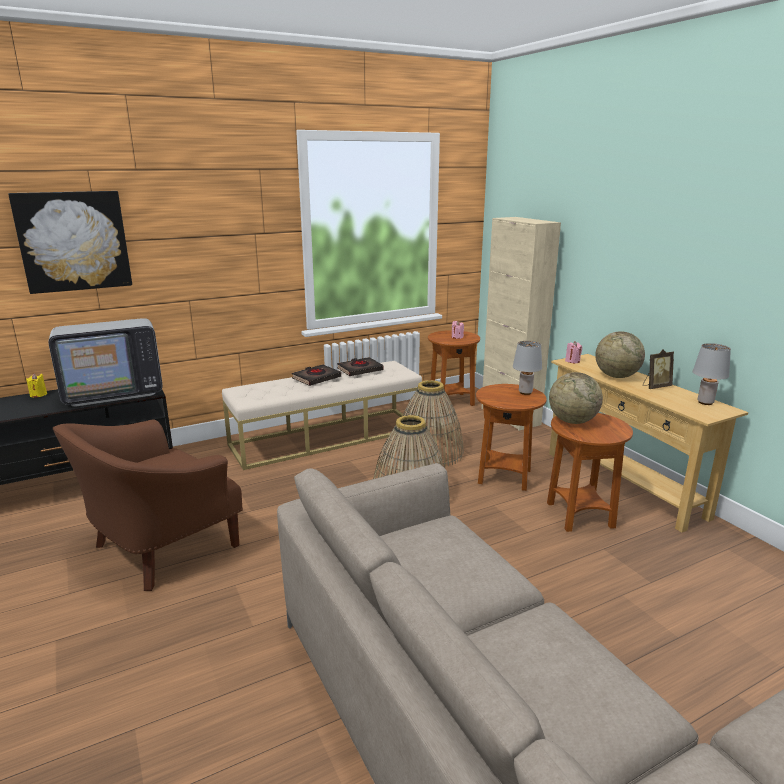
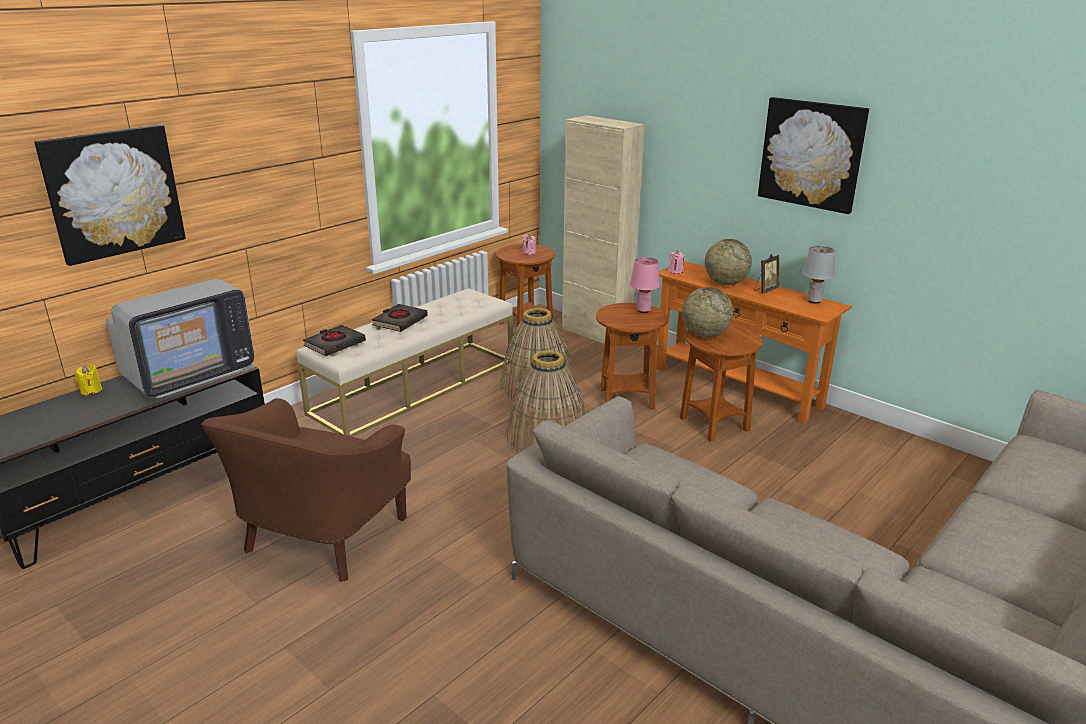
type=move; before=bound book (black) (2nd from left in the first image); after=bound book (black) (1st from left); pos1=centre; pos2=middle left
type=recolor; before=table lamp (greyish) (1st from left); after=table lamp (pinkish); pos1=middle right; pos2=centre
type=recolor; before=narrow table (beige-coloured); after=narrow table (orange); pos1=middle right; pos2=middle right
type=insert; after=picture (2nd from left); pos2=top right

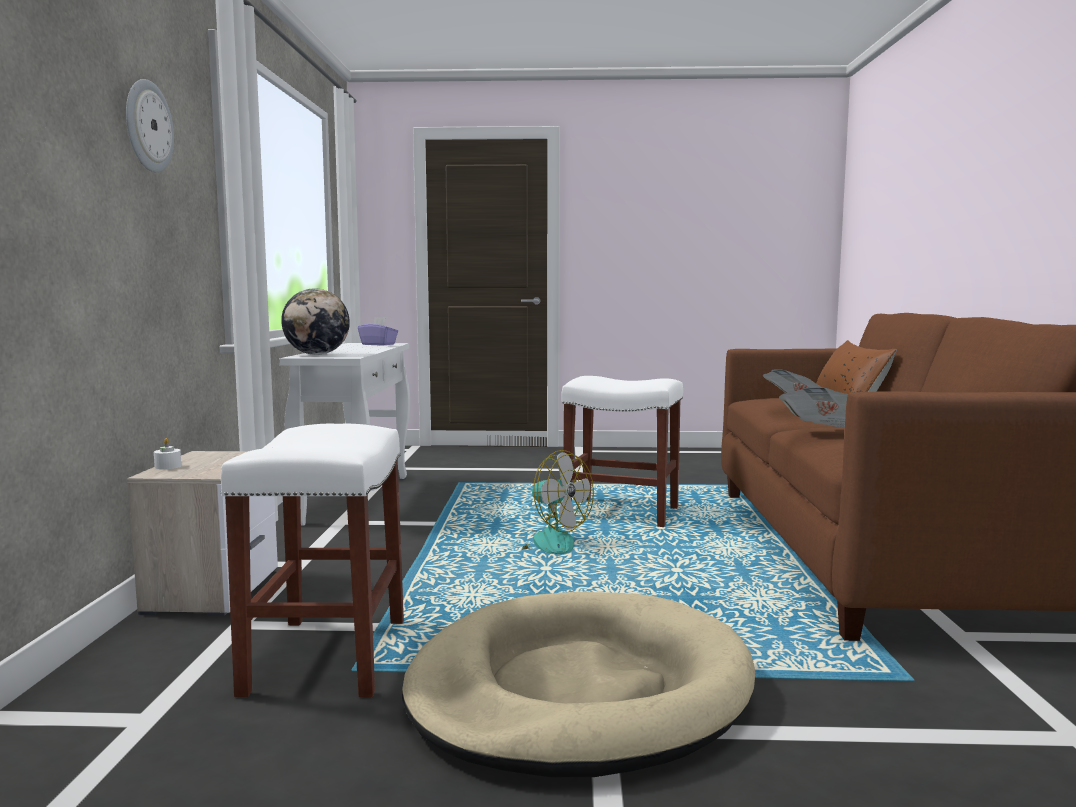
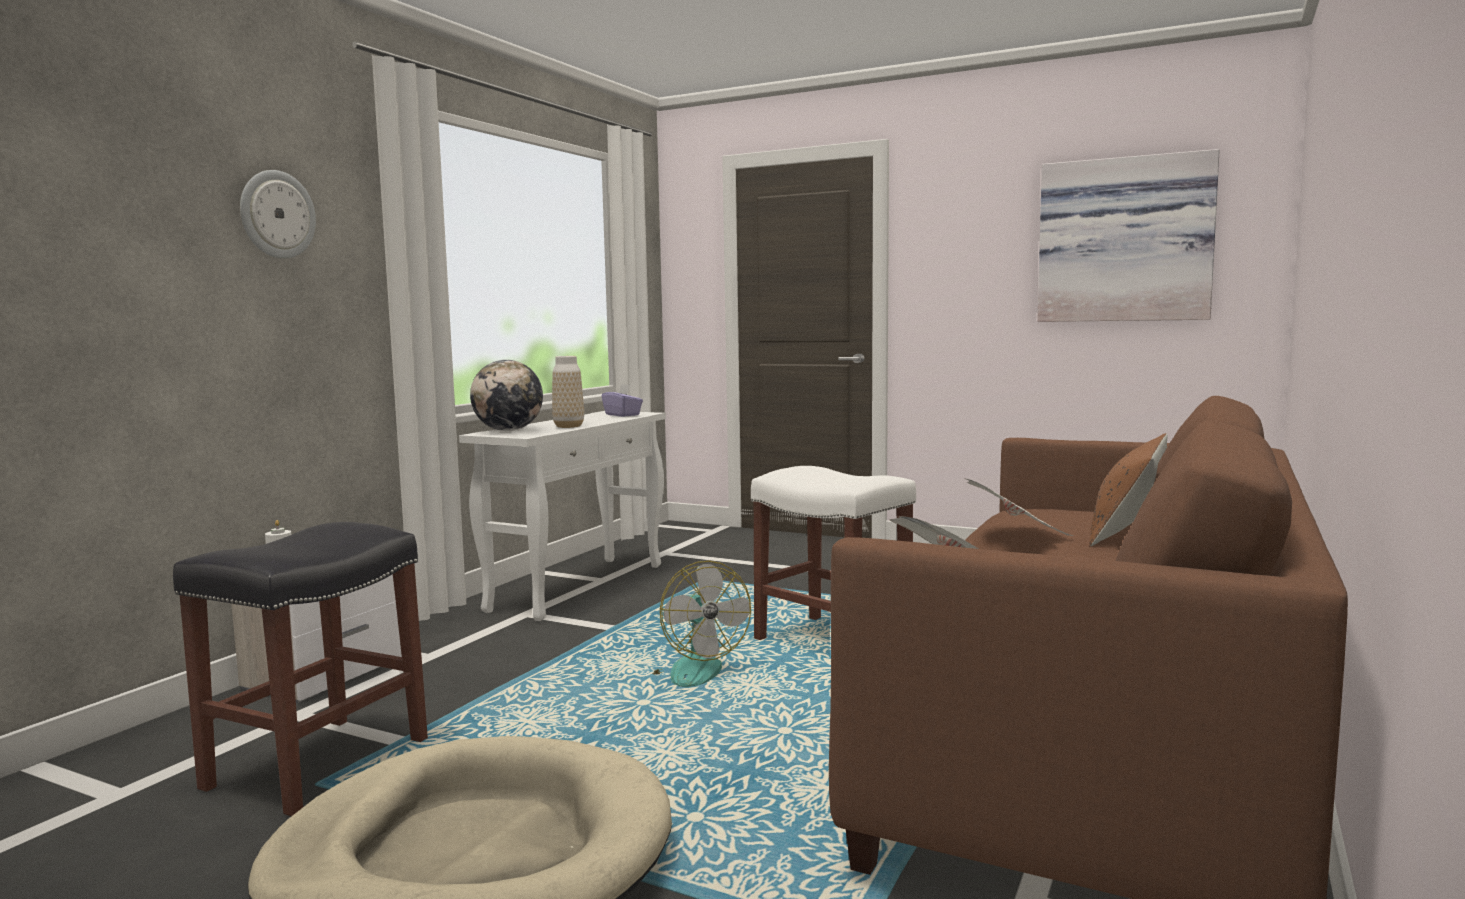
type=recolor; before=stool (white) (1st from left); after=stool (black); pos1=bottom left; pos2=bottom left
type=insert; after=vase; pos2=centre
type=insert; after=picture; pos2=top right

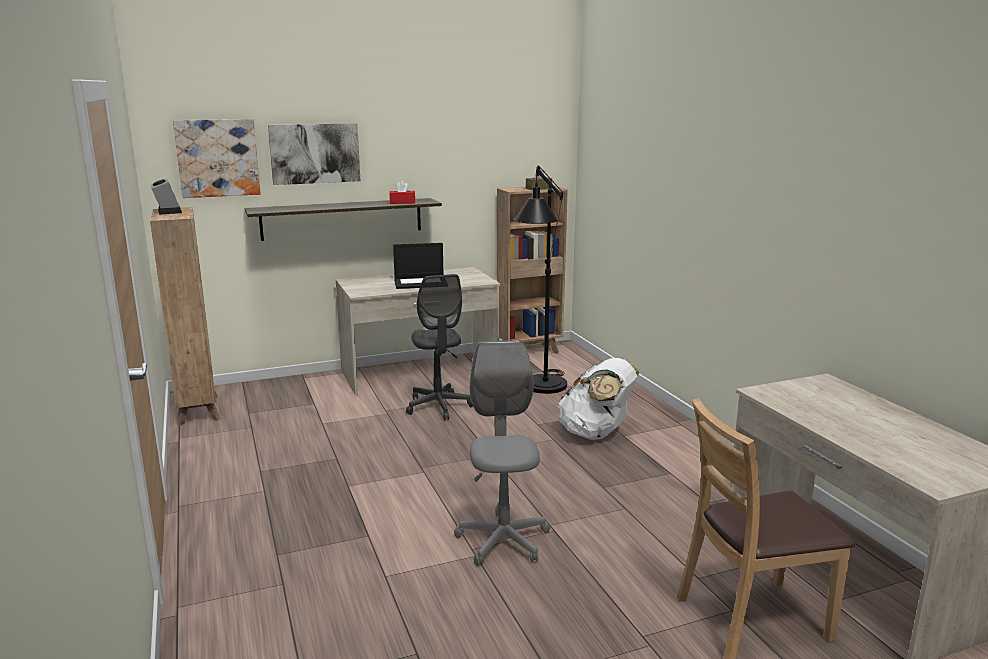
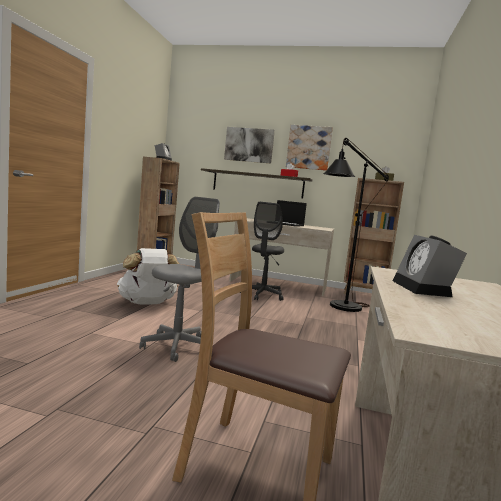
type=move; before=rucksack (white); pos1=centre; pos2=middle left
type=move; before=picture (1st from left in the first image); after=picture (2nd from left); pos1=top left; pos2=top centre
type=insert; after=table clock (2nd from left); pos2=middle right

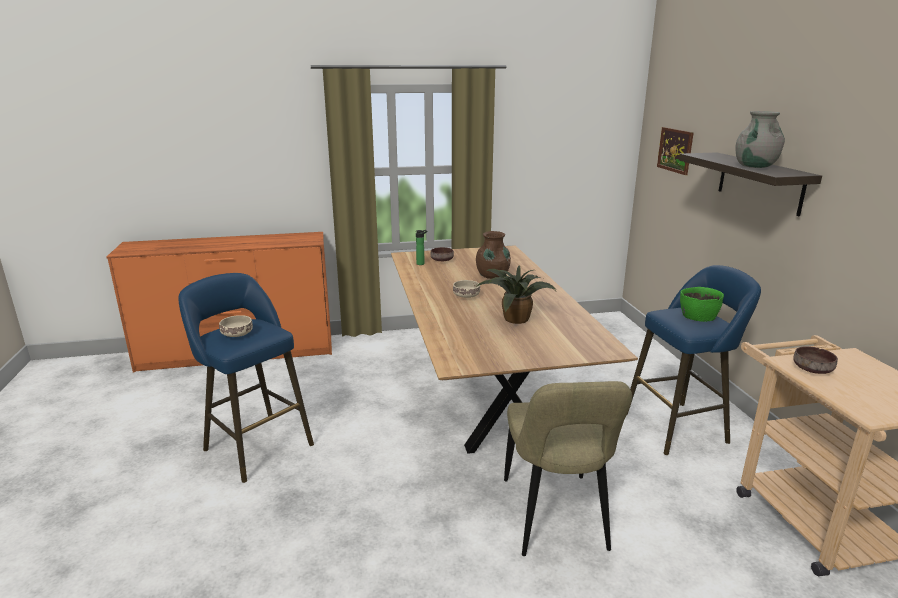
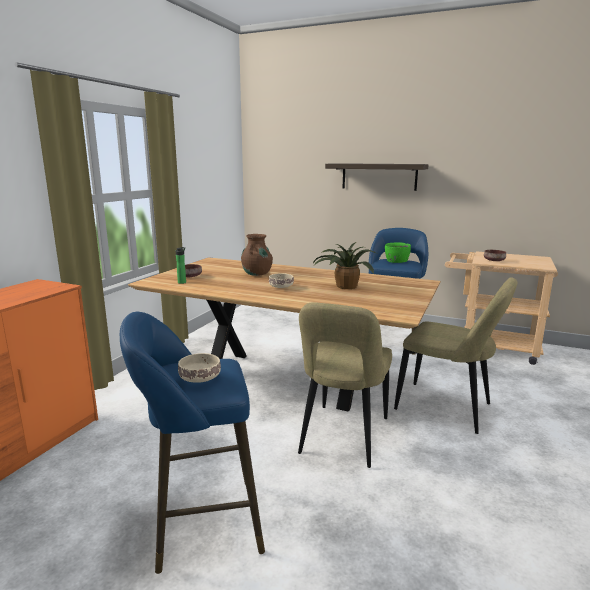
type=insert; after=chair (beige-coloured) (1st from left); pos2=centre
type=delete; before=picture; pos1=top right
type=delete; before=vase (greyish); pos1=top right

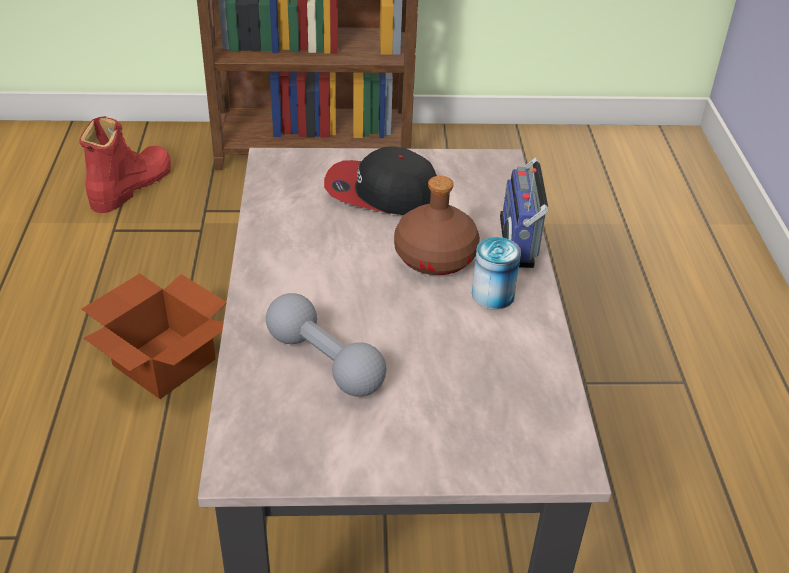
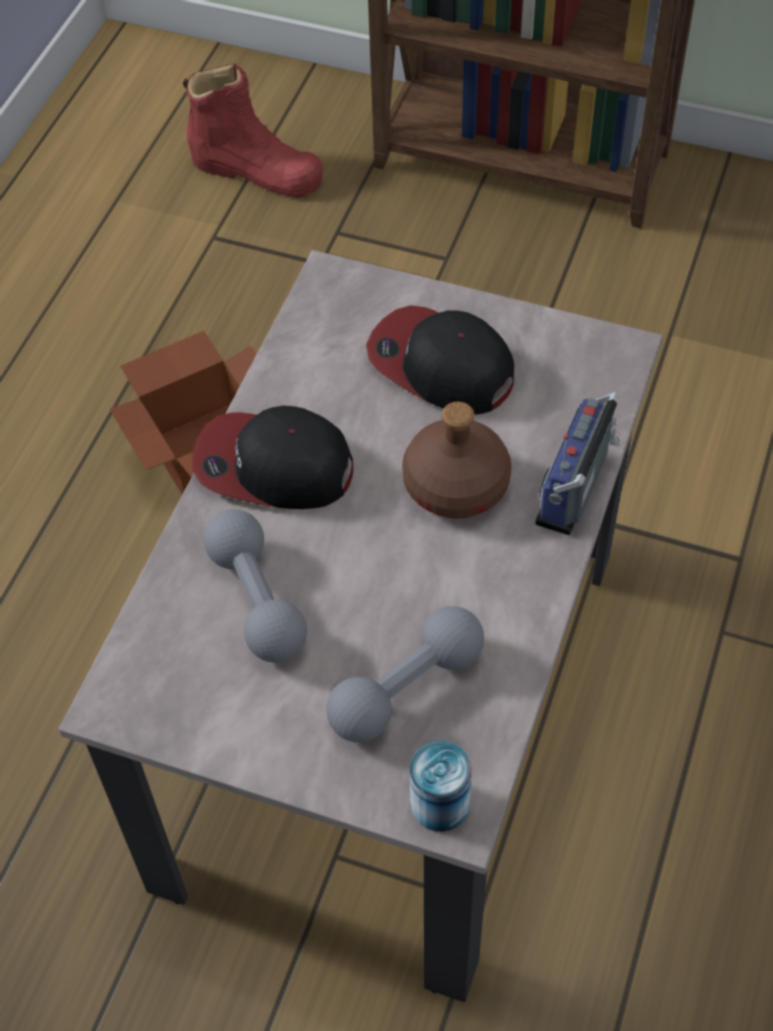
type=rotate; before=tall boot (reddish); pos1=top left; pos2=top left; turn=60
type=insert; after=cap (1st from left); pos2=centre
type=insert; after=hand weight (greyish) (2nd from left); pos2=centre
type=move; before=sealed can; pos1=centre; pos2=bottom centre

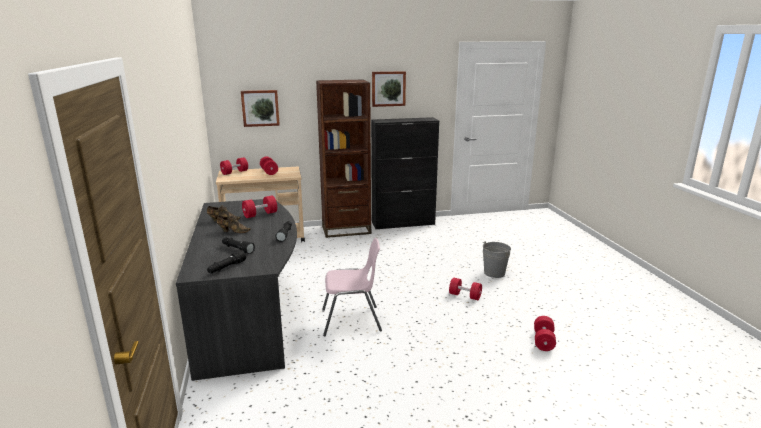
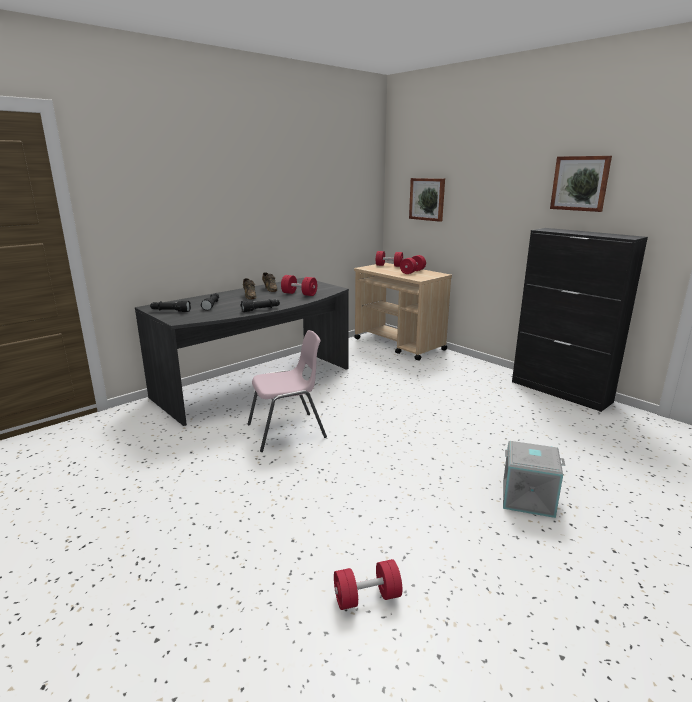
type=rotate; before=chair (pinkish); pos1=bottom centre; pos2=centre; turn=-75
type=replace; before=bucket (greyish); after=storage box (greyish); pos1=centre; pos2=bottom right
type=delete; before=bookshelf (brown); pos1=centre
type=delete; before=hand weight (reddish) (4th from left); pos1=bottom centre

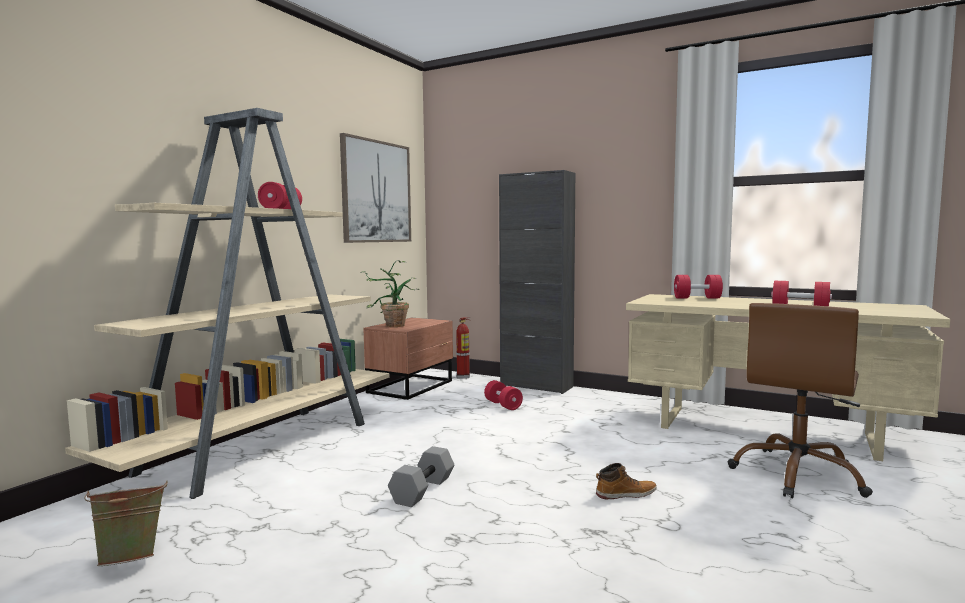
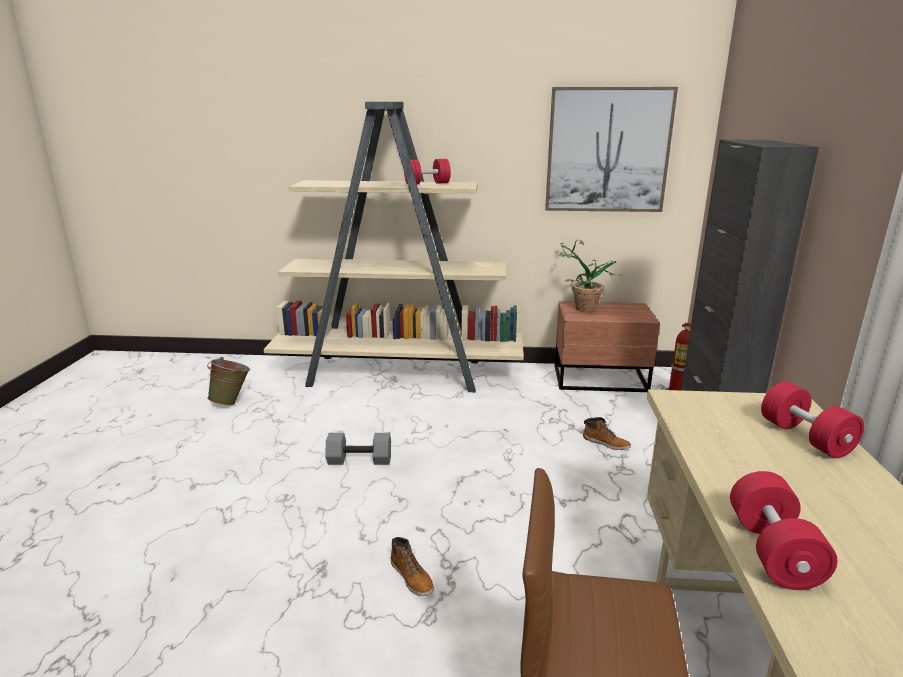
type=replace; before=hand weight (reddish) (2nd from left); after=tall boot (2nd from left); pos1=centre; pos2=middle right

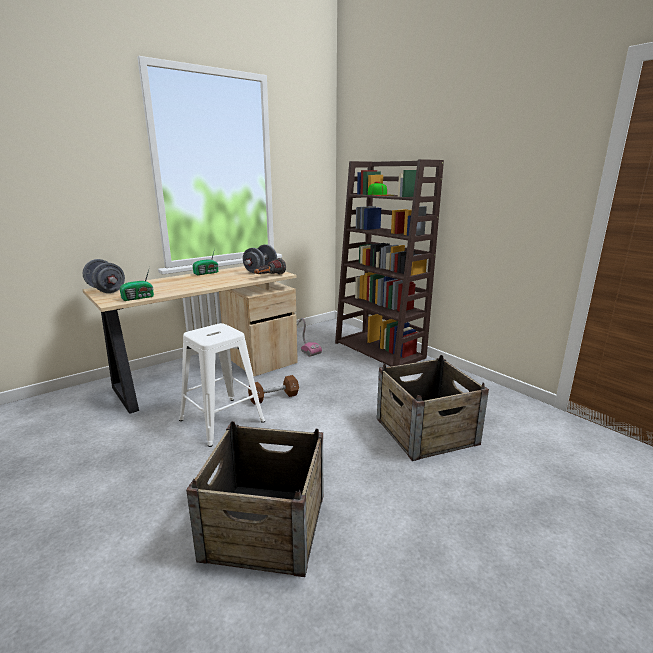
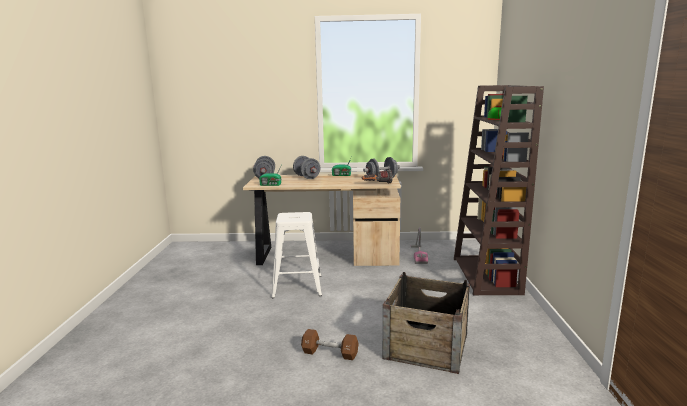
type=insert; after=hand weight (greyish) (2nd from left); pos2=centre
type=move; before=hand weight (brown); pos1=centre; pos2=bottom centre
type=delete; before=shipping crate (1st from left); pos1=bottom centre

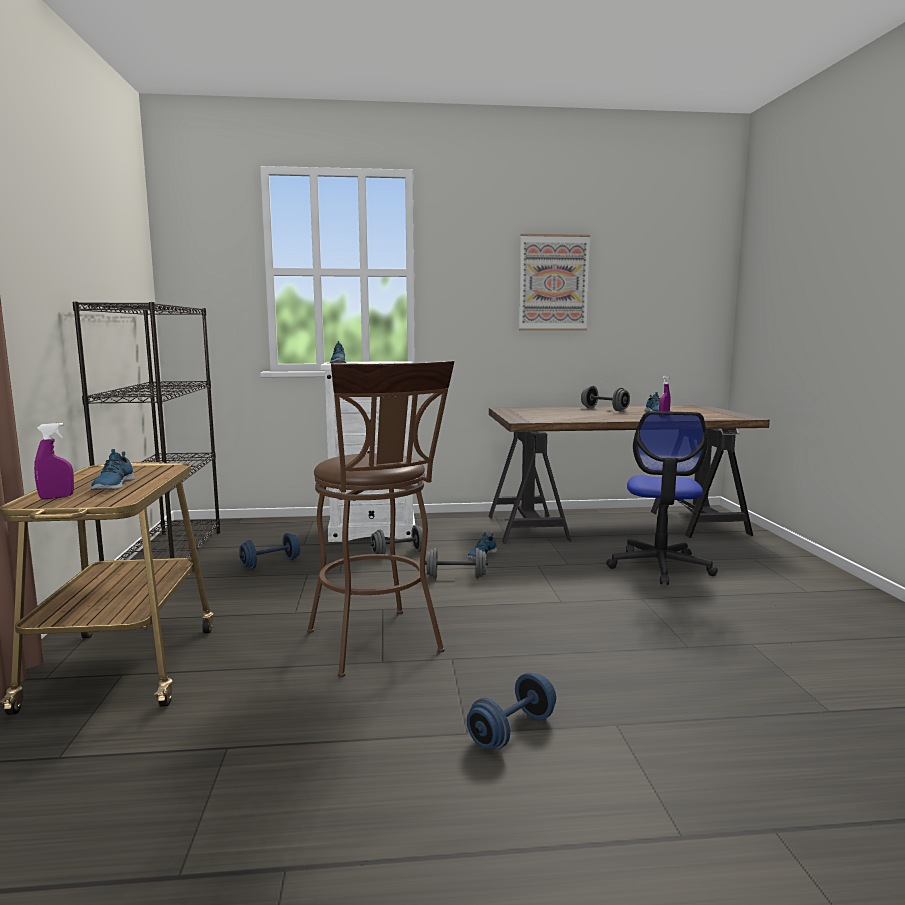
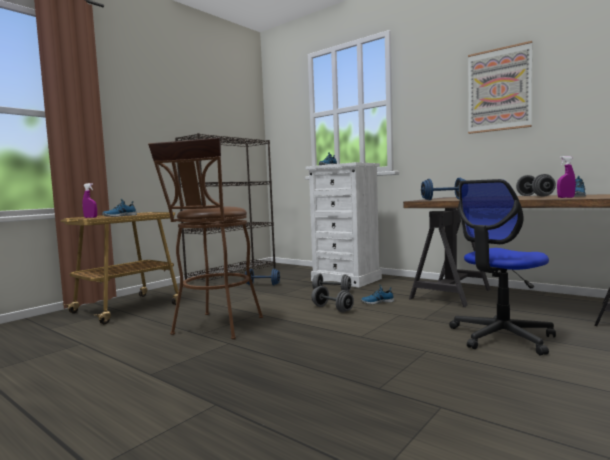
type=move; before=hand weight (blue-coloured) (2nd from left); pos1=bottom centre; pos2=middle right

